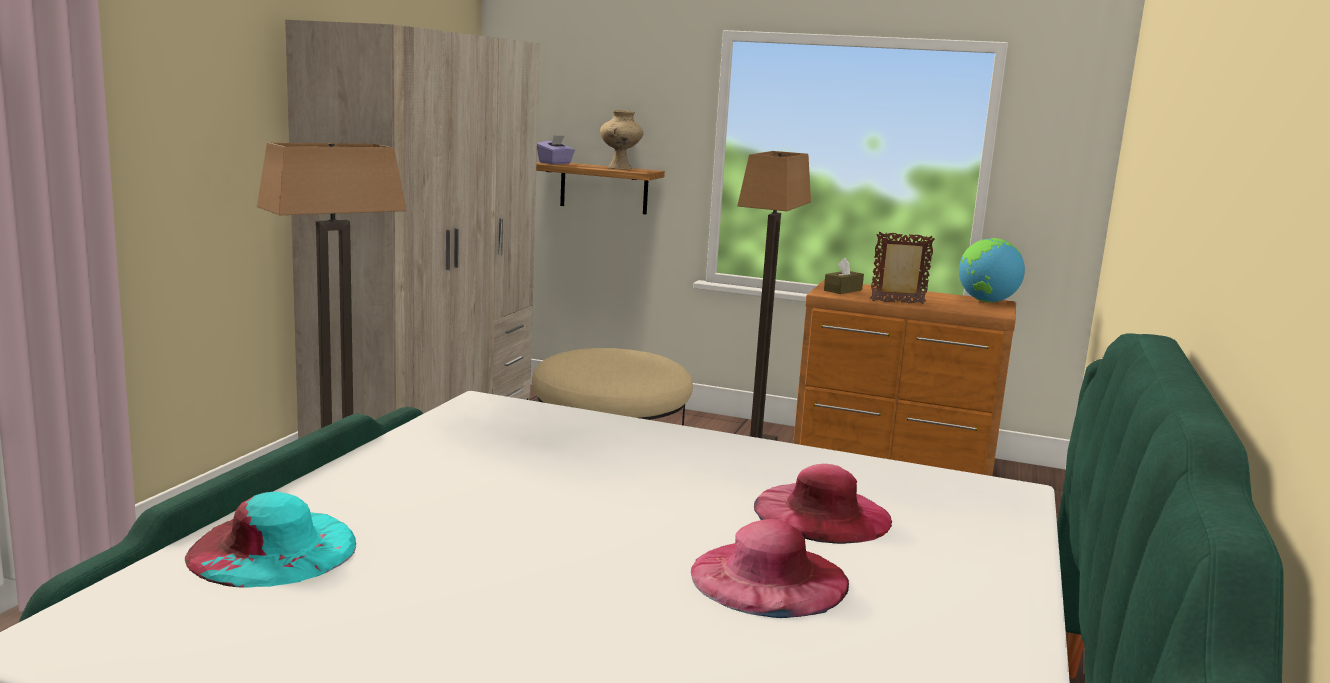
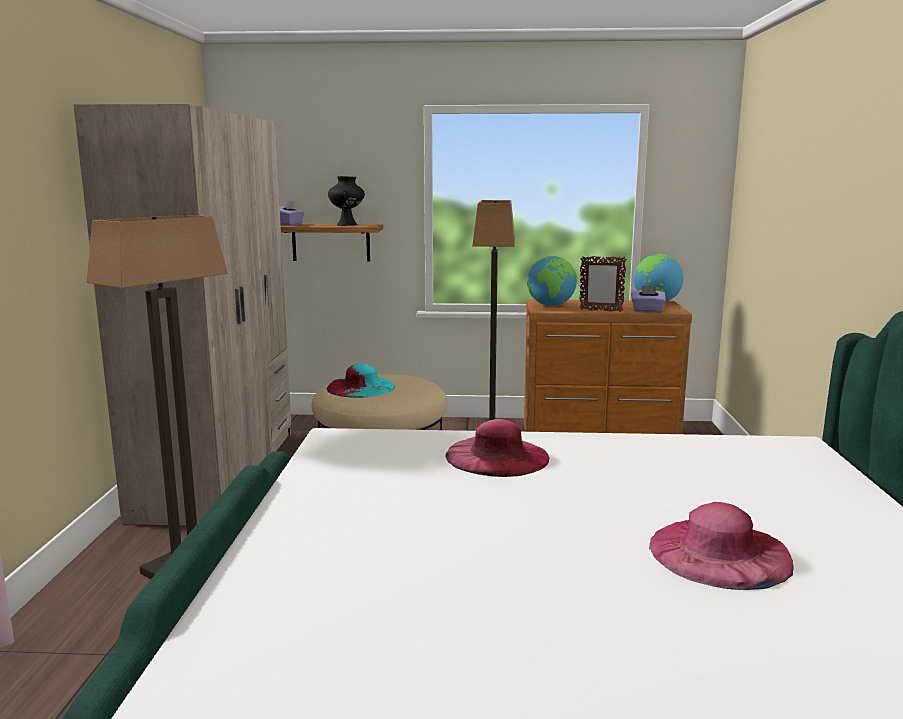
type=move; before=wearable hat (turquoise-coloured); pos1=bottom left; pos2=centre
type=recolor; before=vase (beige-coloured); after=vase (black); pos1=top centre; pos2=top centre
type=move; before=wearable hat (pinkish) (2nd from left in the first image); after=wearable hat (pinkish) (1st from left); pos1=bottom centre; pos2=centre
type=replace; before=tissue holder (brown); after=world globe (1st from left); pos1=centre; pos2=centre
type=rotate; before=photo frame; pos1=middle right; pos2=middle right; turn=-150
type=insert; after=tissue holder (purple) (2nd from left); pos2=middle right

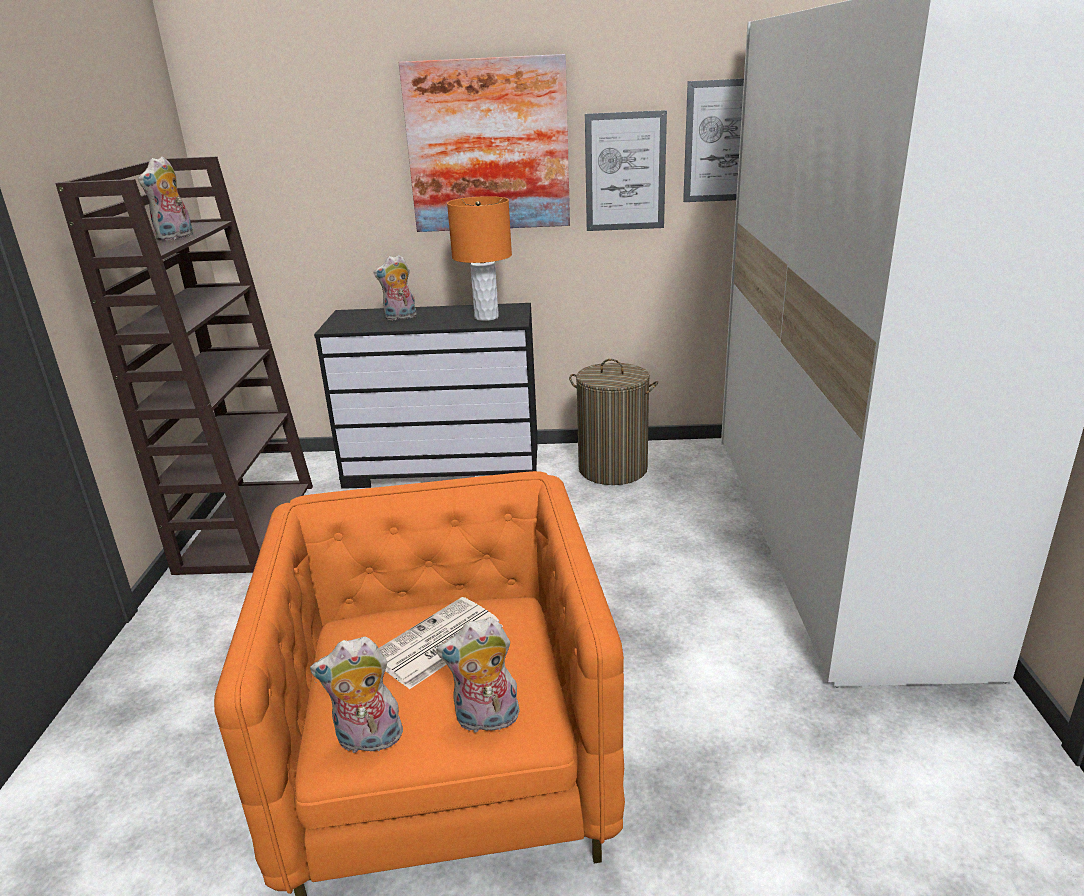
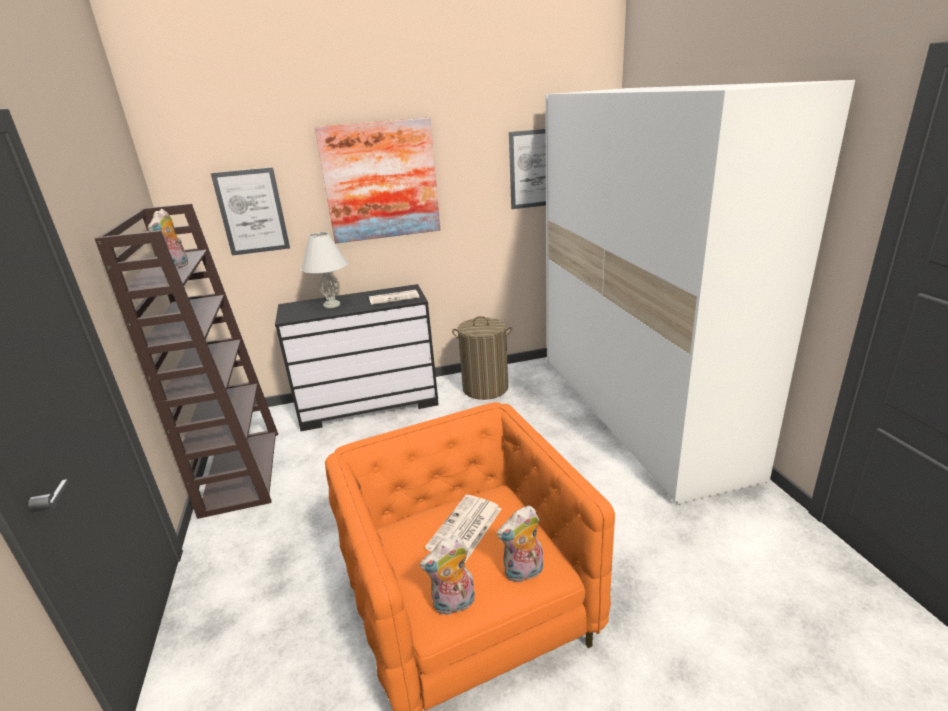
type=move; before=picture (2nd from left in the first image); after=picture (1st from left); pos1=top centre; pos2=top left
type=replace; before=plush toy (3rd from left); after=table lamp (white); pos1=top centre; pos2=centre
type=replace; before=table lamp (orange); after=printed paper (1st from left); pos1=top centre; pos2=centre

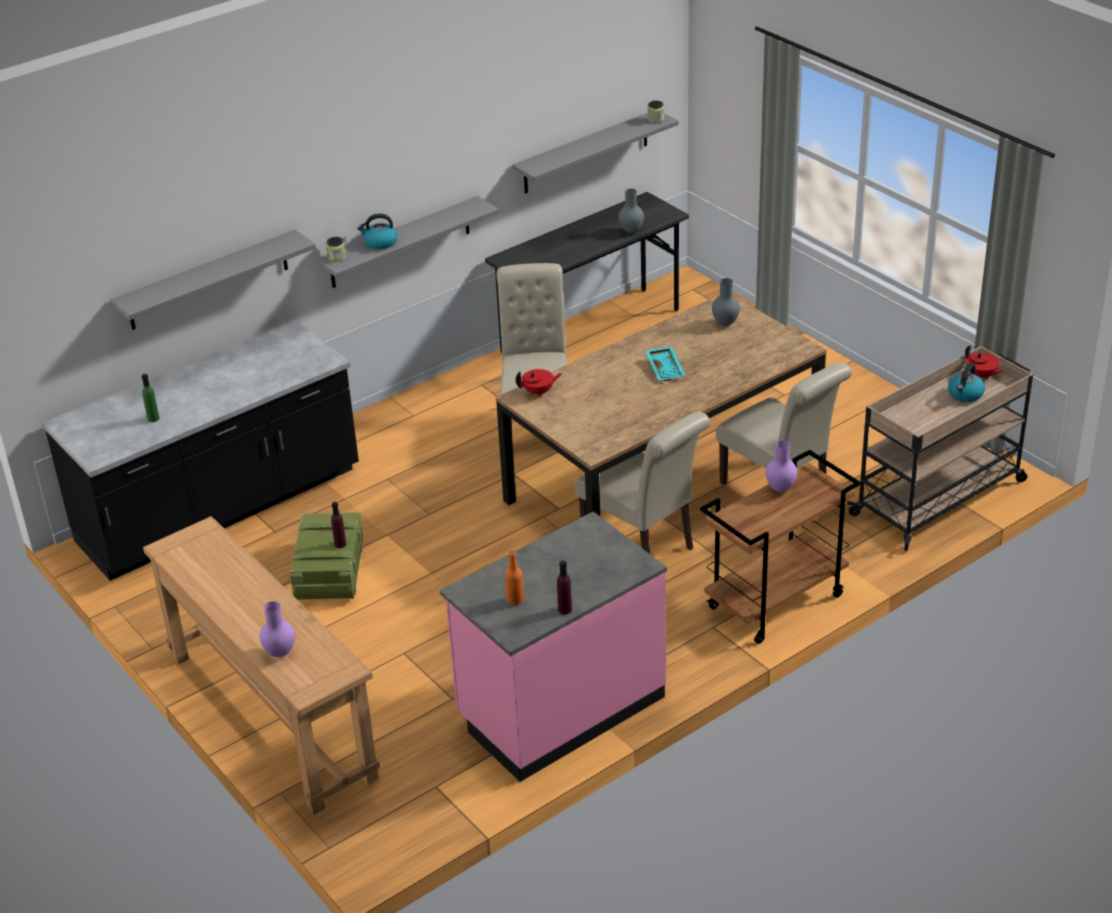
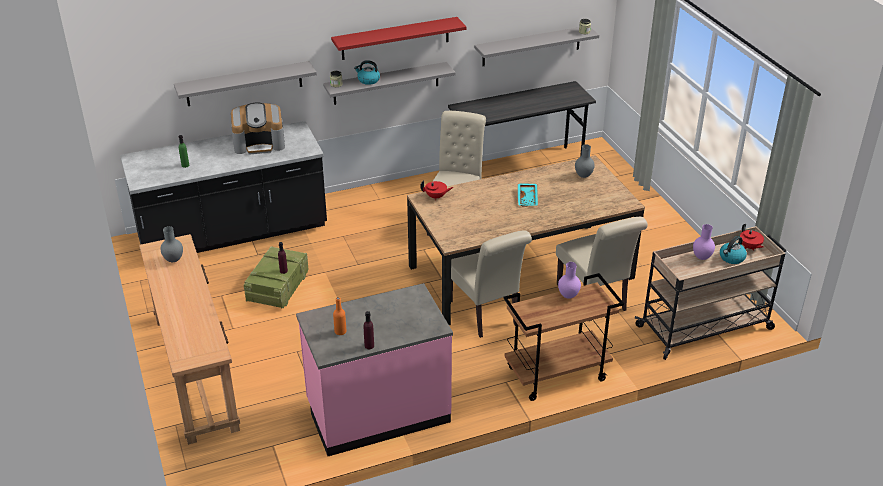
type=move; before=vase (greyish) (1st from left); pos1=top centre; pos2=middle left
type=insert; after=coffee machine; pos2=top left
type=insert; after=shelf (reddish); pos2=top centre
type=move; before=vase (purple) (1st from left in the first image); after=vase (purple) (2nd from left); pos1=bottom left; pos2=middle right

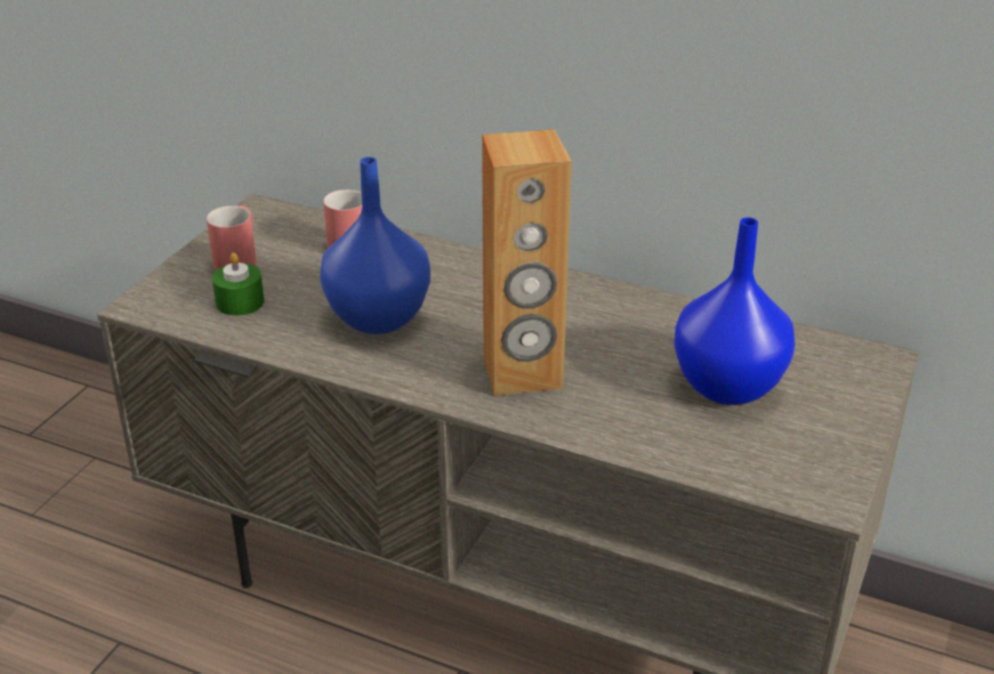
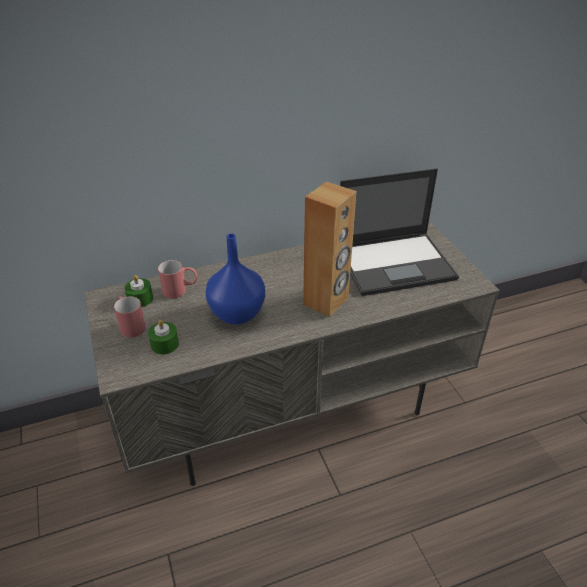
type=insert; after=candle (greenish) (1st from left); pos2=middle left
type=replace; before=vase (blue-coloured) (2nd from left); after=portable computer; pos1=middle right; pos2=middle right

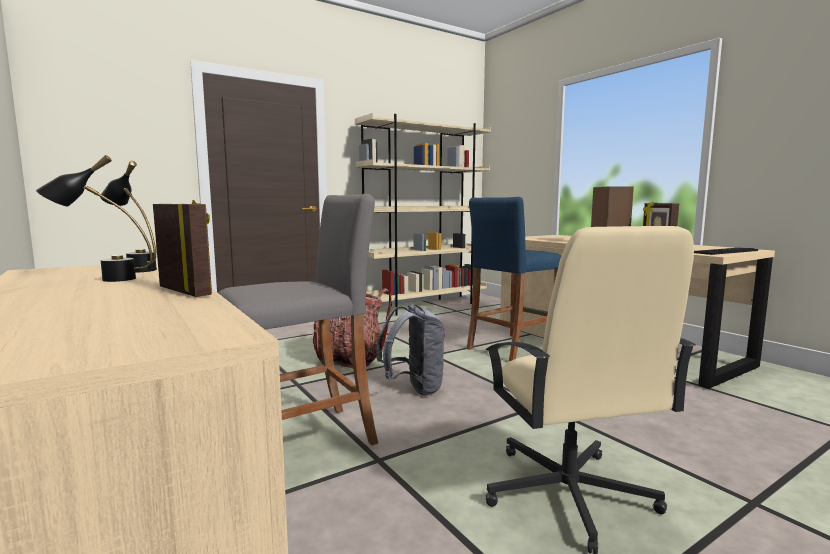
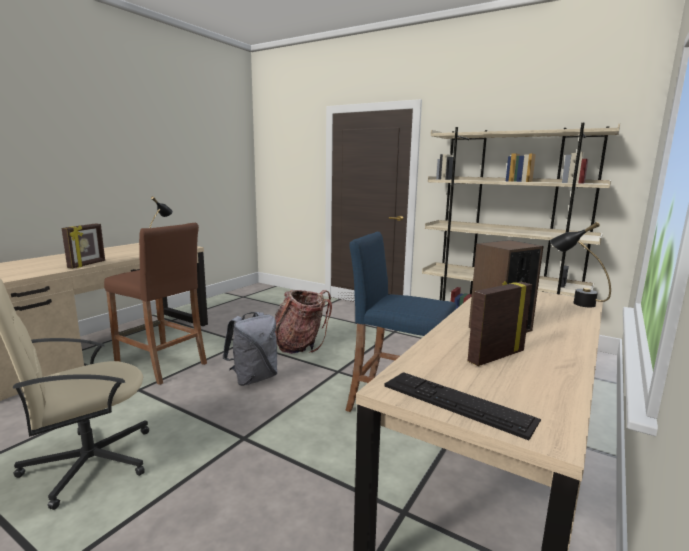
type=recolor; before=stool (greyish); after=stool (brown); pos1=centre; pos2=middle left
type=move; before=table lamp (black) (1st from left in the first image); after=table lamp (black) (2nd from left); pos1=middle left; pos2=middle right

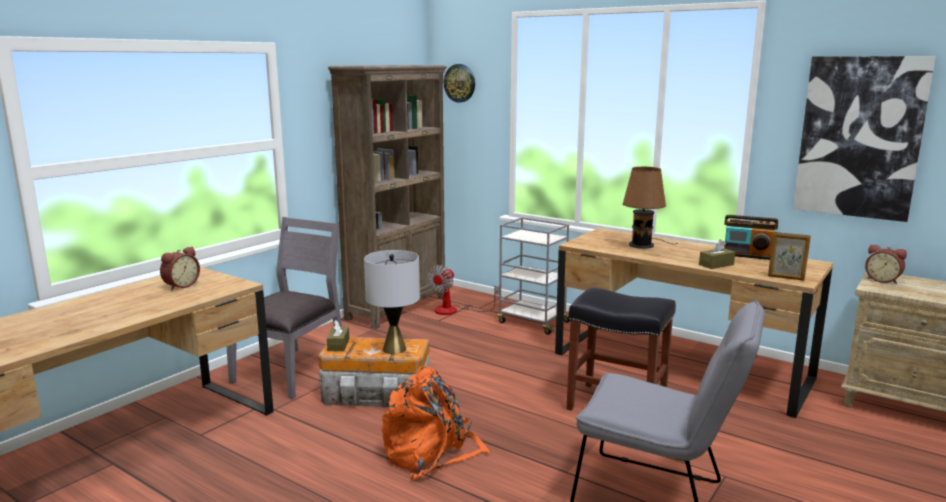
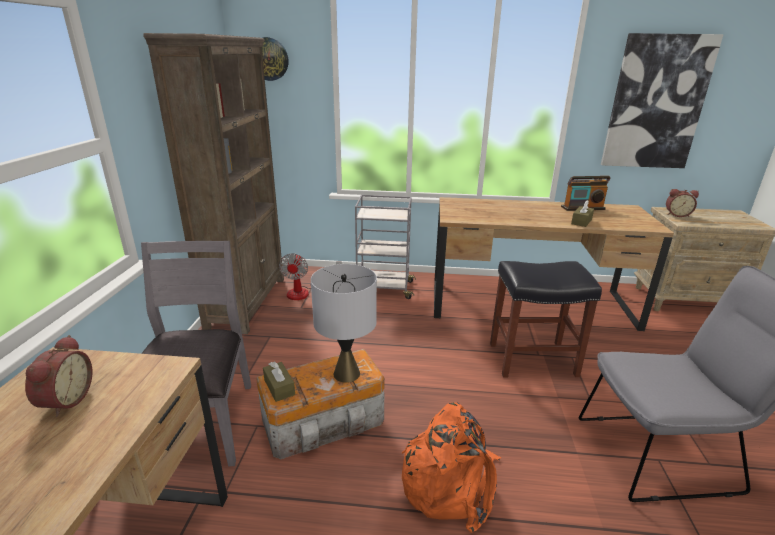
type=delete; before=table lamp (brown); pos1=middle right
type=delete; before=photo frame; pos1=middle right

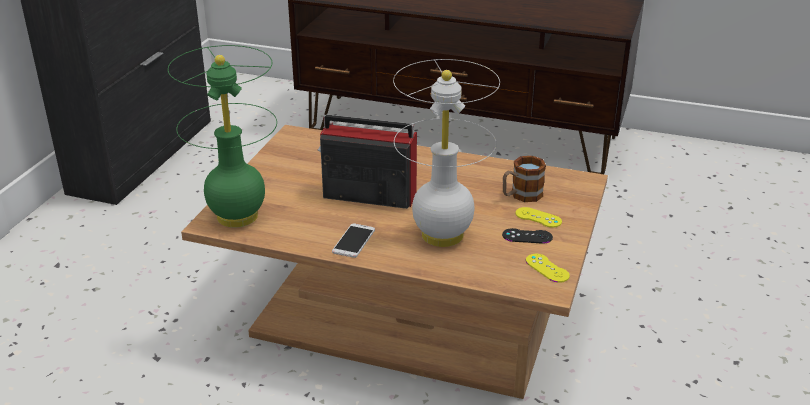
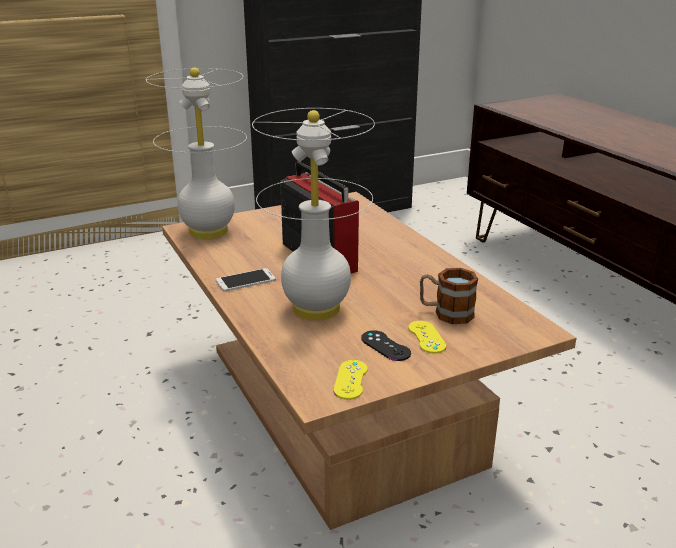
type=recolor; before=table lamp (greenish); after=table lamp (white) (1st from left); pos1=middle left; pos2=top left

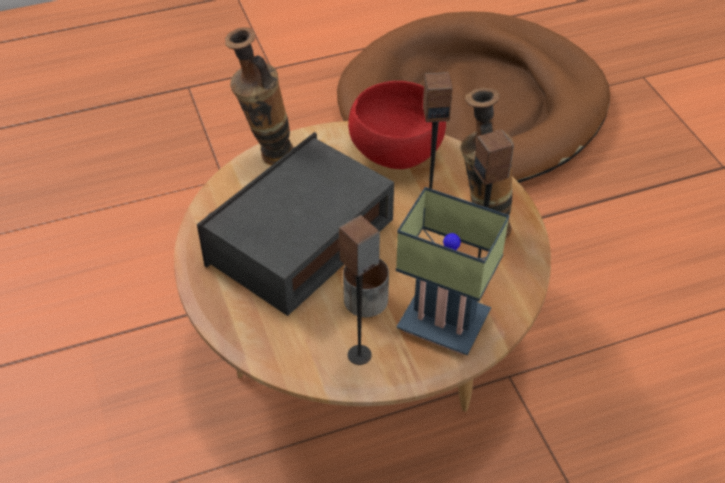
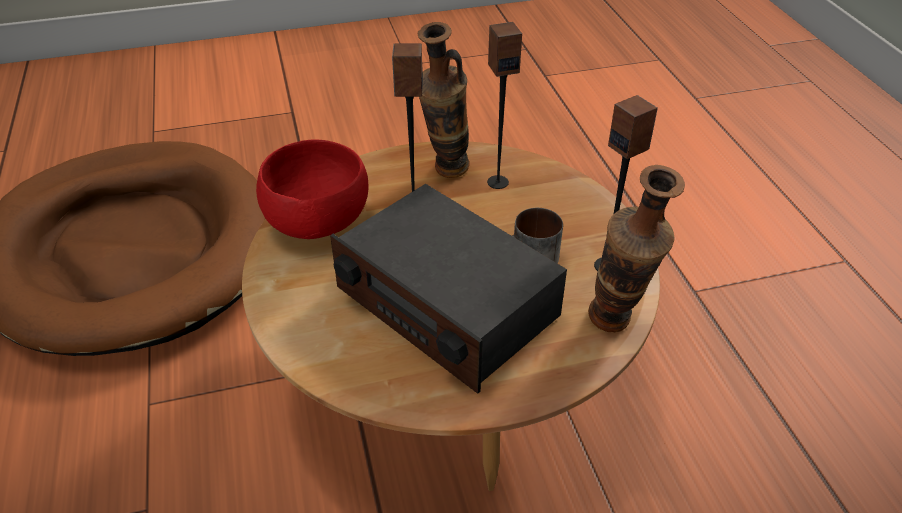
type=move; before=vase (1st from left in the first image); after=vase (2nd from left); pos1=top centre; pos2=middle right
type=delete; before=table lamp; pos1=centre

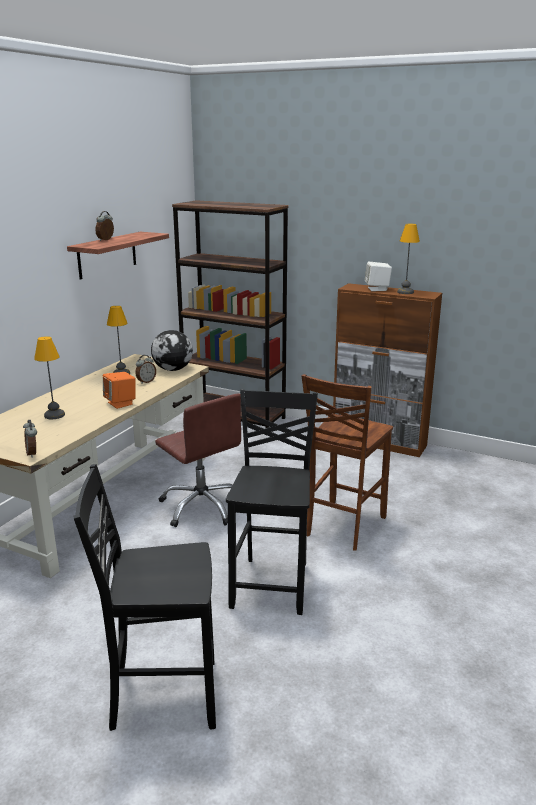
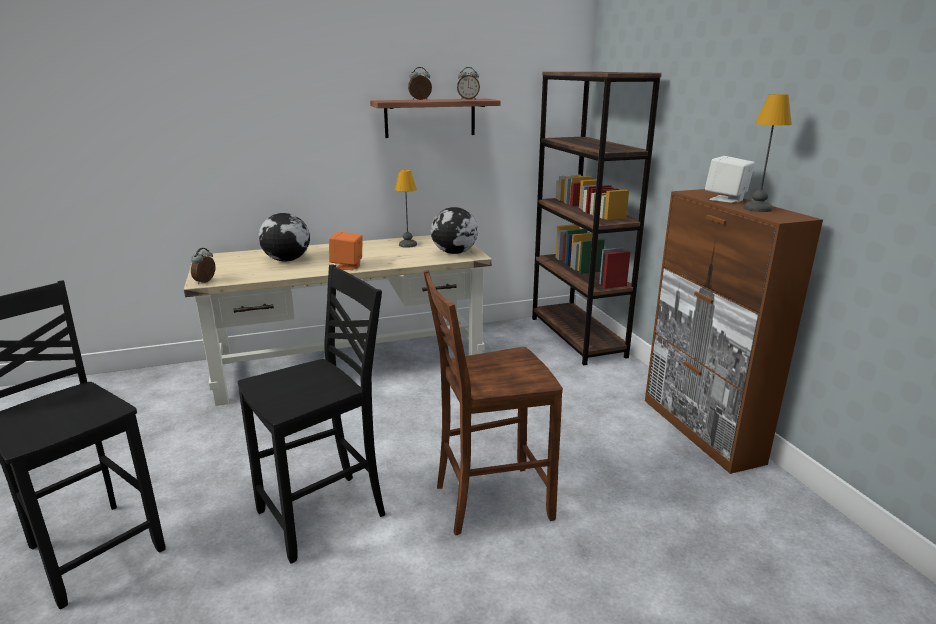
type=replace; before=table lamp (1st from left); after=world globe (1st from left); pos1=middle left; pos2=middle left
type=move; before=table clock (3rd from left); pos1=middle left; pos2=top centre
type=delete; before=office chair (brown); pos1=centre

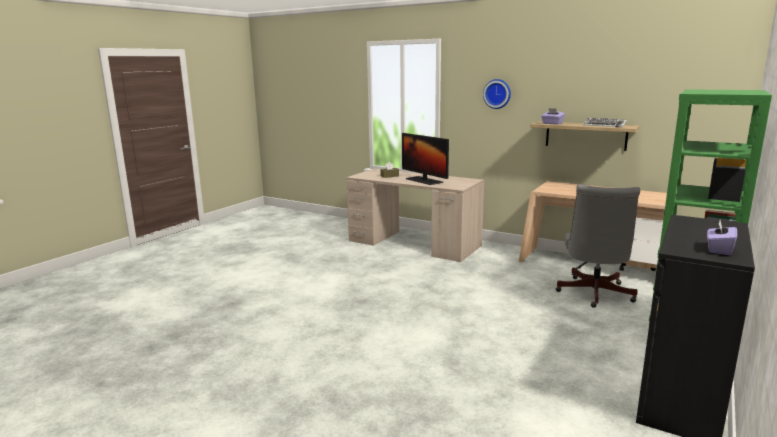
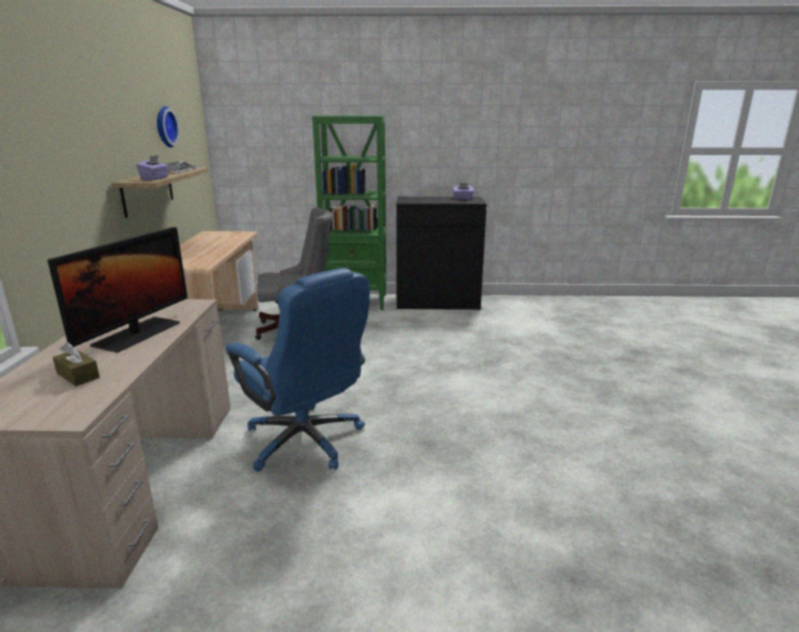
type=move; before=clock on the wall; pos1=top centre; pos2=top left
type=insert; after=office chair (blue-coloured); pos2=centre

